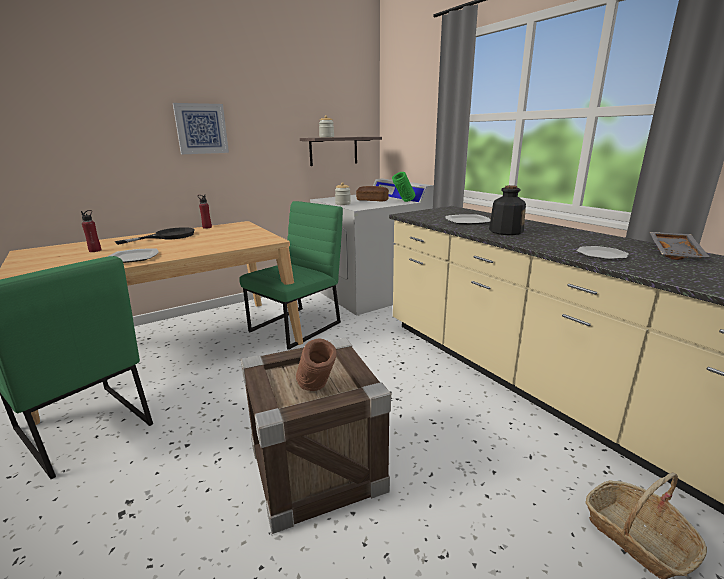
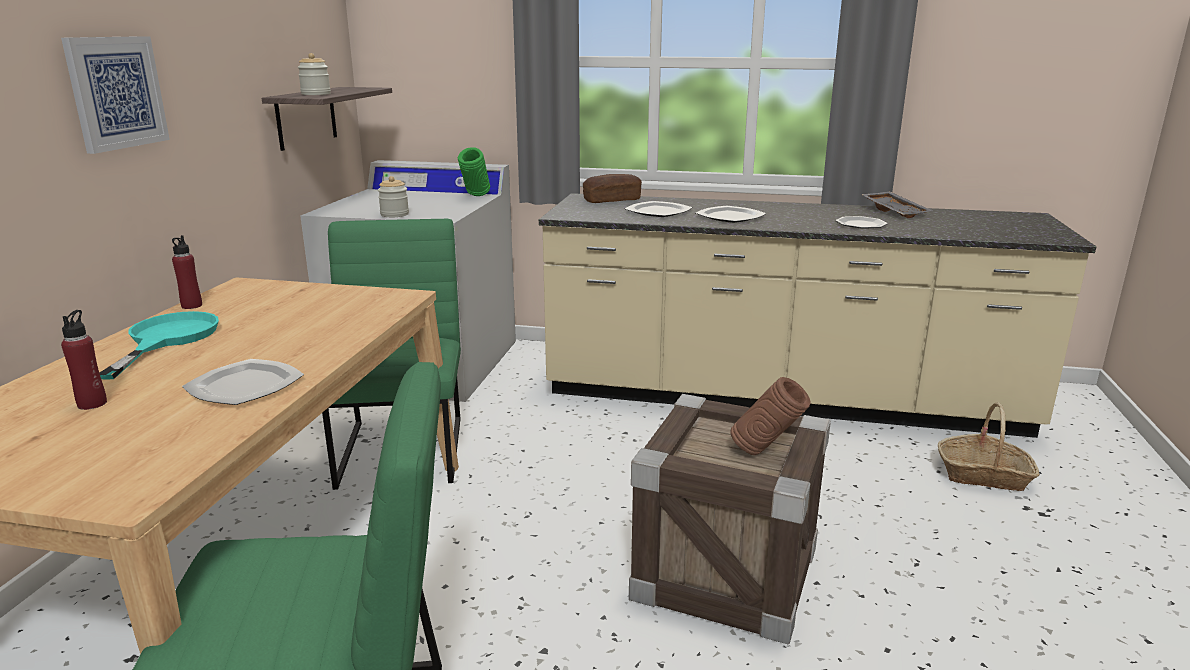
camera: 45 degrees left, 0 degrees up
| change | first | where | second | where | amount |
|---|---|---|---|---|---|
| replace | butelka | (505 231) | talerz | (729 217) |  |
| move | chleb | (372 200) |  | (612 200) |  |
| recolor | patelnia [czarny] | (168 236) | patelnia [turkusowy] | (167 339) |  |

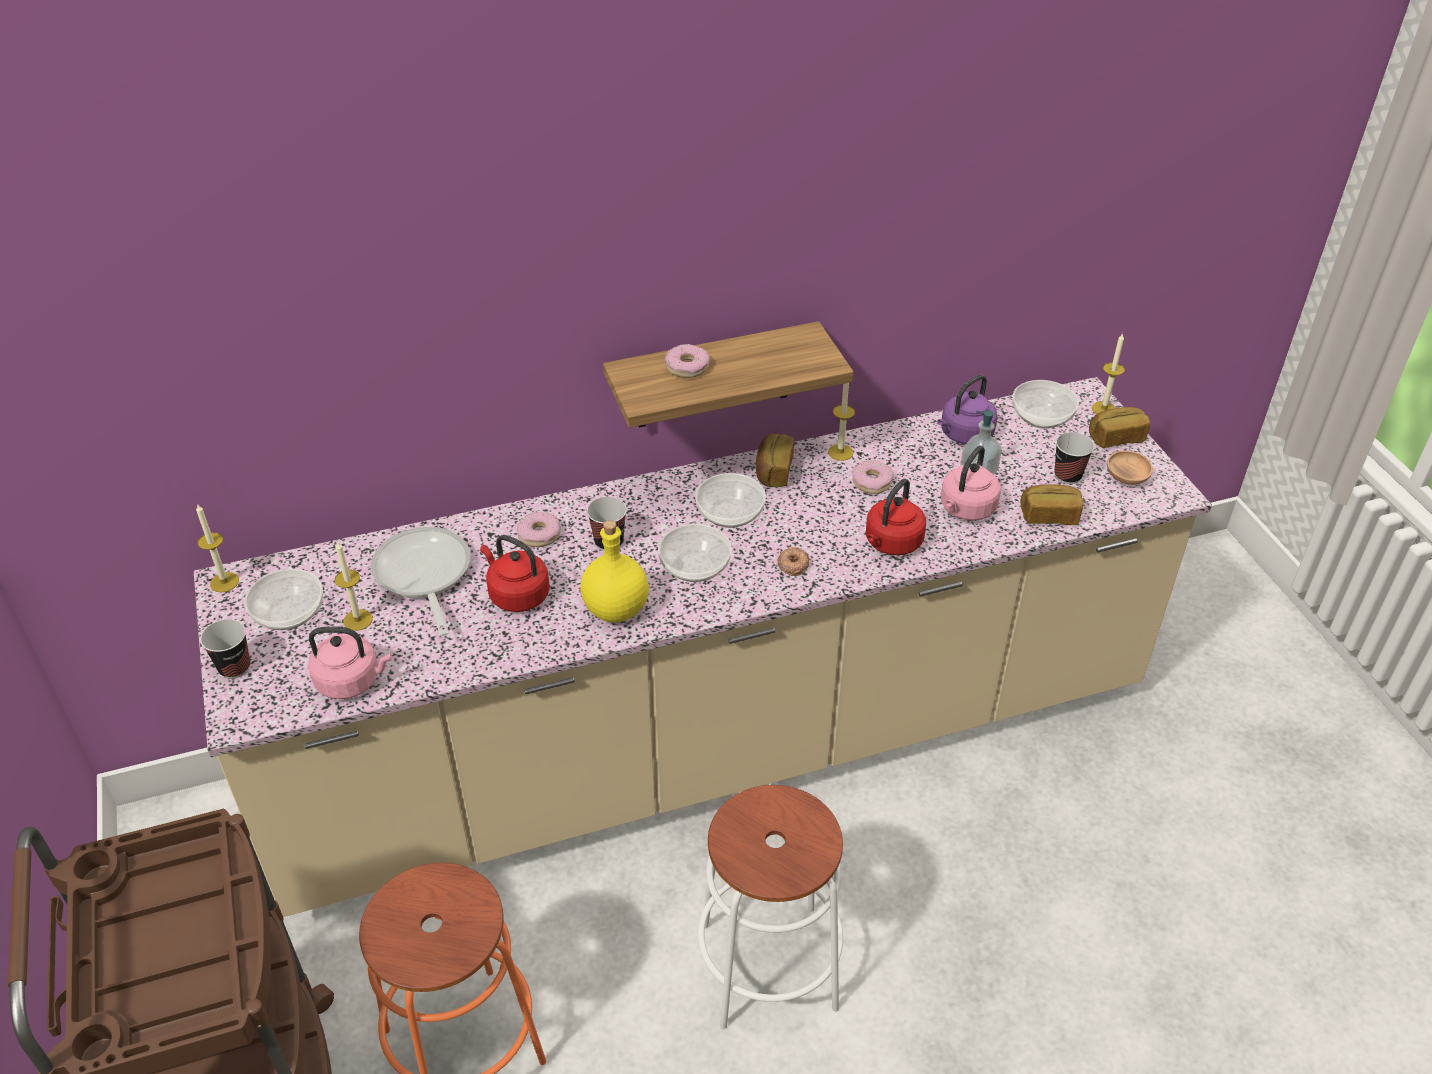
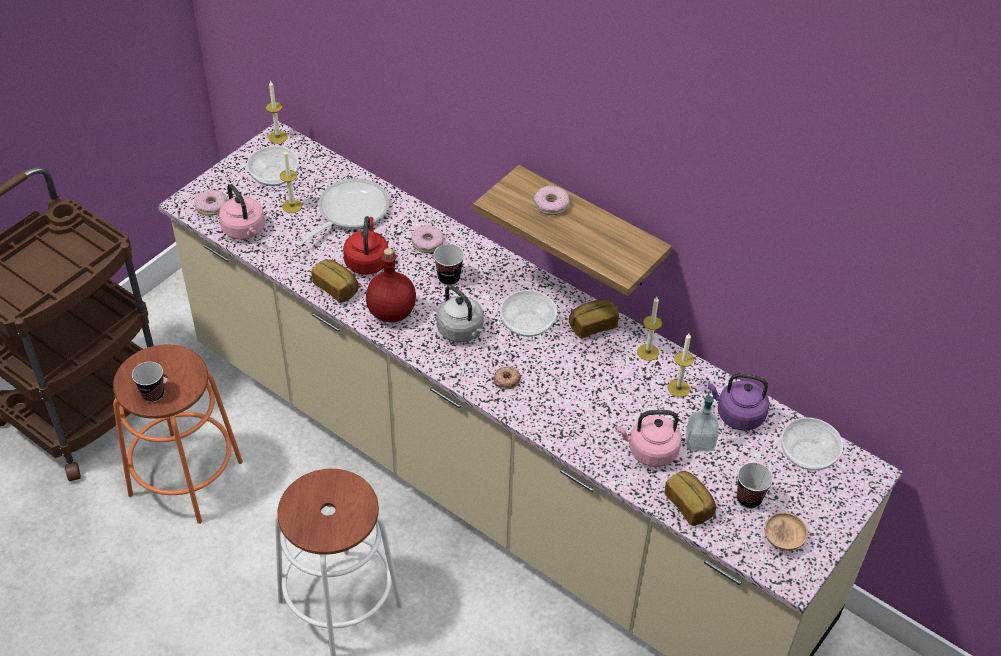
camera: 55 degrees right, 5 degrees up
| change | first | where | second | where | amount |
|---|---|---|---|---|---|
| move | świeca | (1104 409) |  | (678 388) |  |
| move | chleb | (1115 437) |  | (336 288) |  |
| move | donut | (872 482) |  | (211 206) |  |
| delete | czajnik [czerwony] | (891 543) |  |  |  |
| recolor | butelka [żółty] | (615 608) | butelka [czerwony] | (392 312) |  |
| replace | miska | (695 567) | czajnik [szary] | (462 331) |  |
| move | filiżanka | (234 667) |  | (153 394) |  |

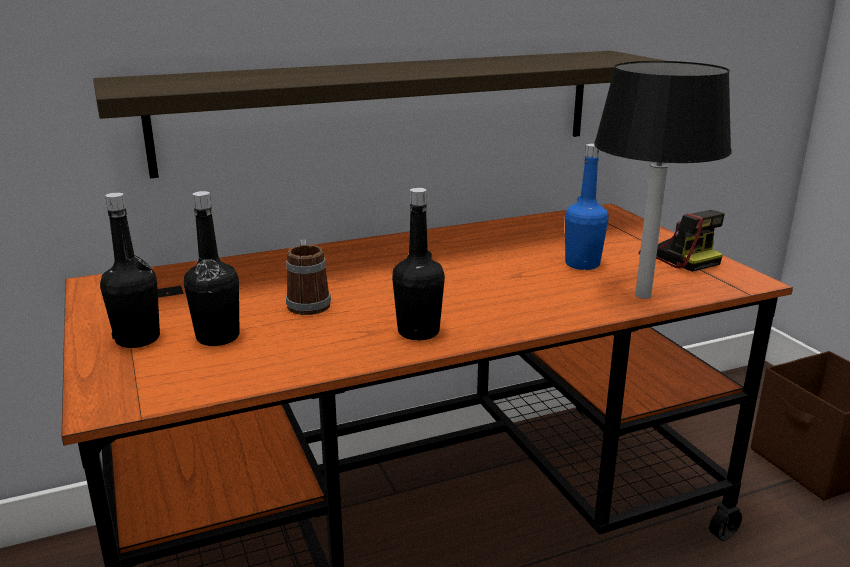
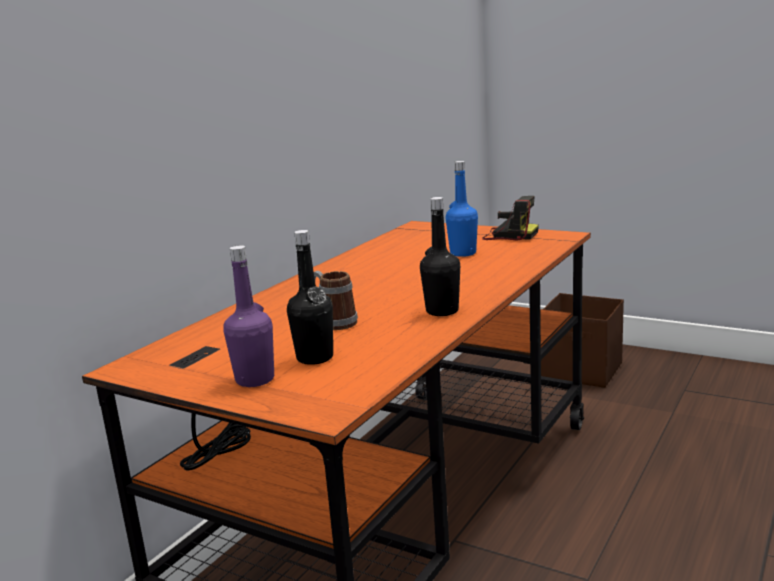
camera: 35 degrees left, 5 degrees down
| change | first | where | second | where | amount |
|---|---|---|---|---|---|
| delete | półka | (385 109) |  |  |  |
| delete | lampa stołowa [czarny] | (642 295) |  |  |  |
| recolor | butelka [czarny] | (138 339) | butelka [fioletowy] | (255 379) |  |

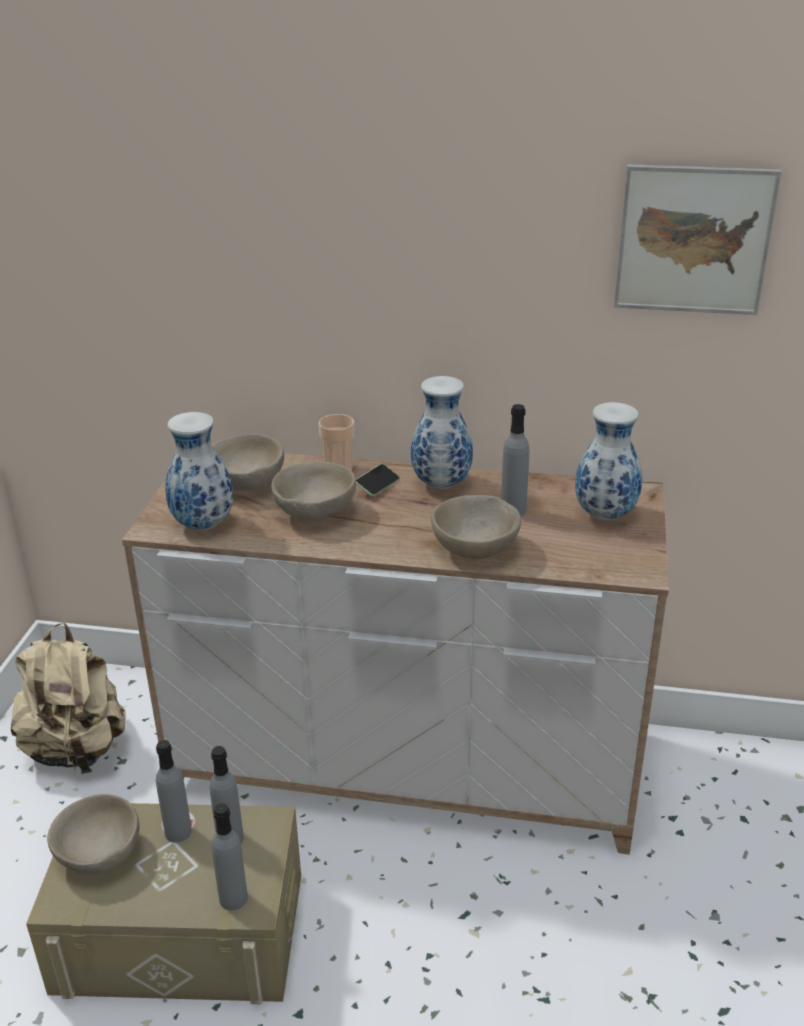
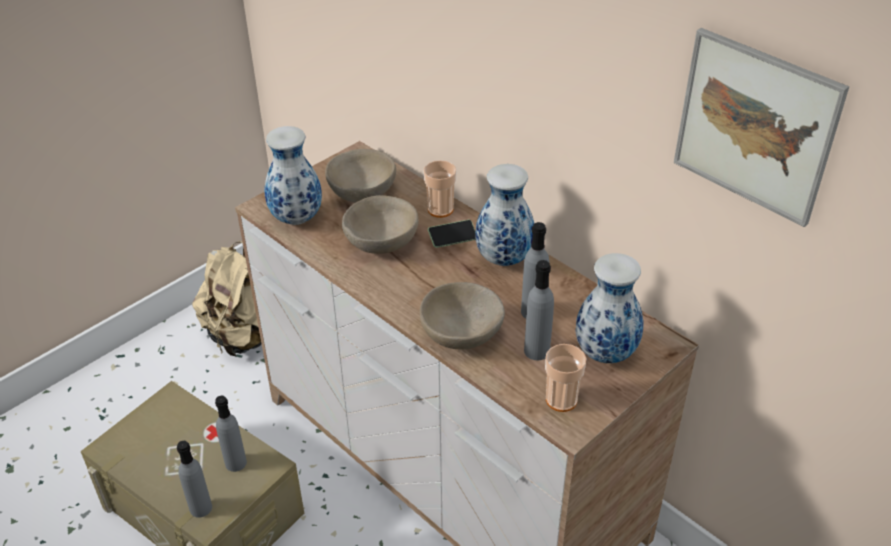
camera: 35 degrees right, 10 degrees up
| change | first | where | second | where | amount |
|---|---|---|---|---|---|
| move | butelka [szary] | (178 832) |  | (536 351) |  |
| delete | miska [beżowy] | (98 854) |  |  |  |
| insert |  |  | filiżanka | (561 399) |  |

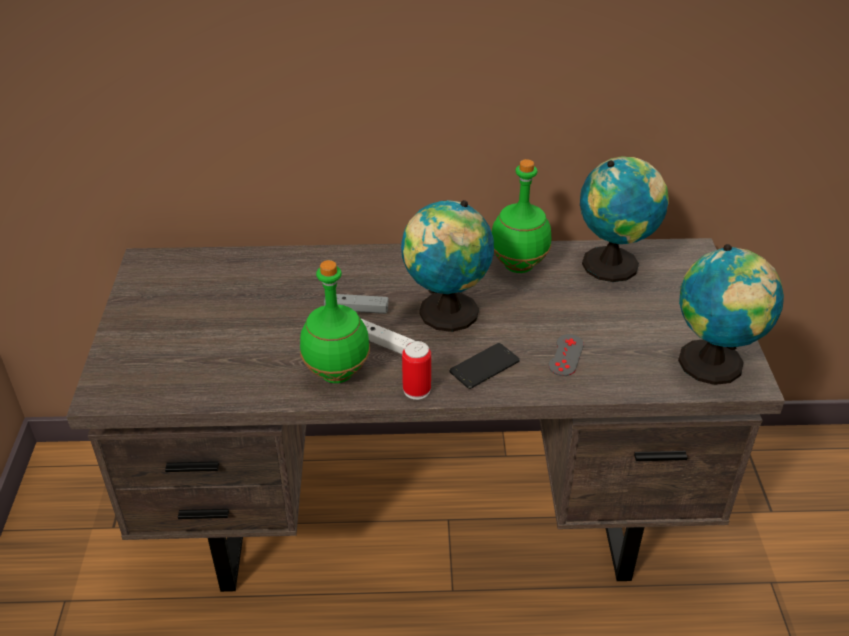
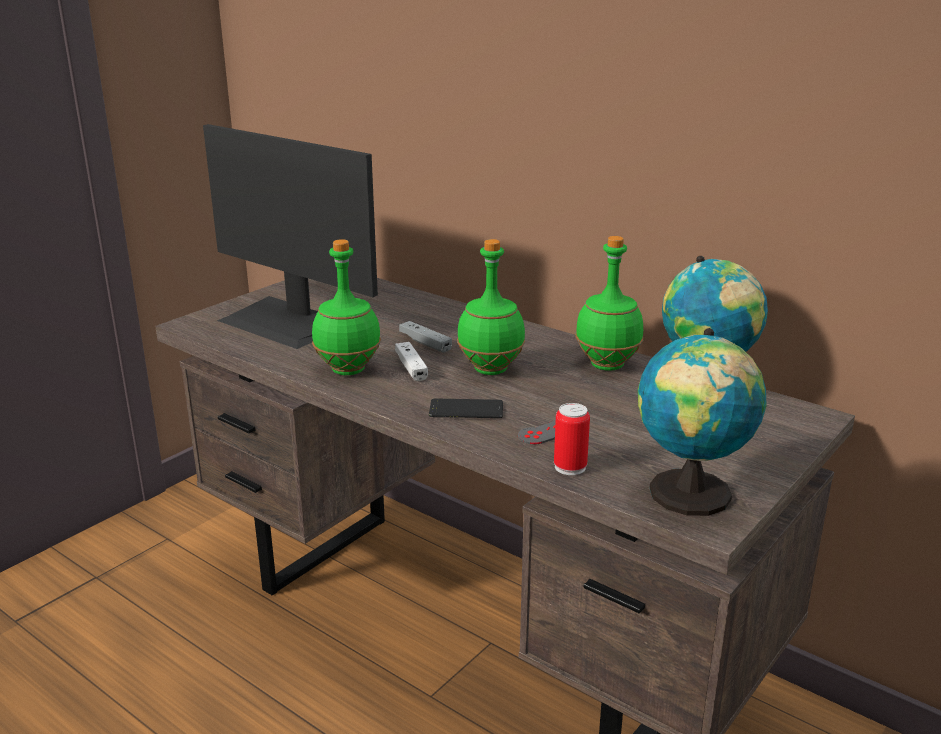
camera: 40 degrees right, 15 degrees down
| change | first | where | second | where | amount |
|---|---|---|---|---|---|
| replace | globus | (445 314) | butelka [zielony] | (490 370) |  |
| move | puszka | (416 390) |  | (570 467) |  |
| insert |  |  | monitor | (286 322) |  |

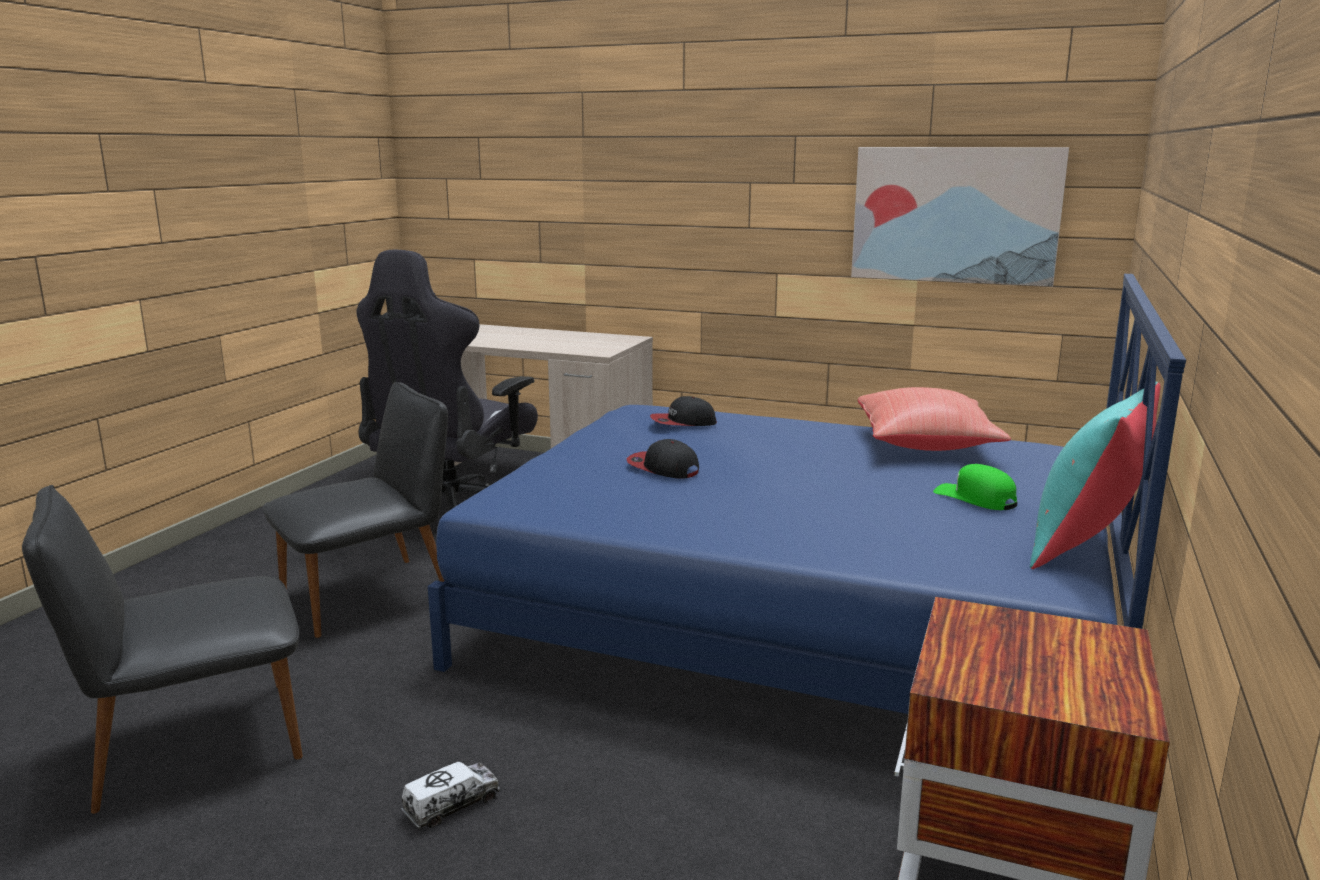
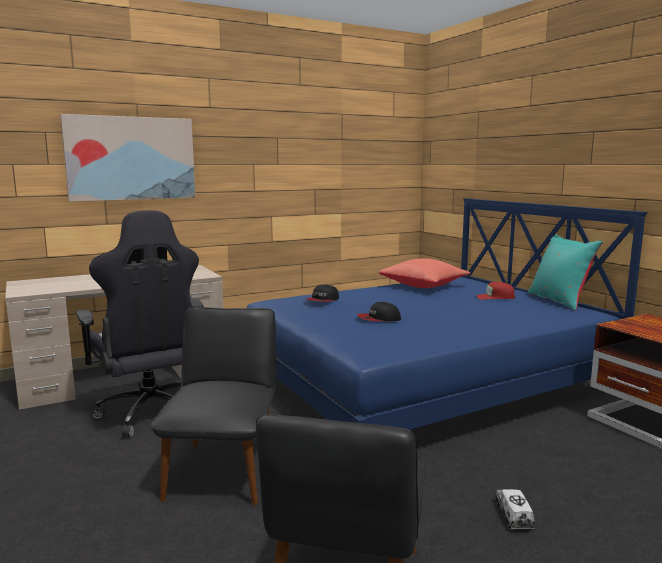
camera: 50 degrees left, 5 degrees down
| change | first | where | second | where | amount |
|---|---|---|---|---|---|
| move | obraz | (955 215) |  | (131 158) |  |
| recolor | czapka z daszkiem [zielony] | (975 498) | czapka z daszkiem [czerwony] | (495 297) |  |

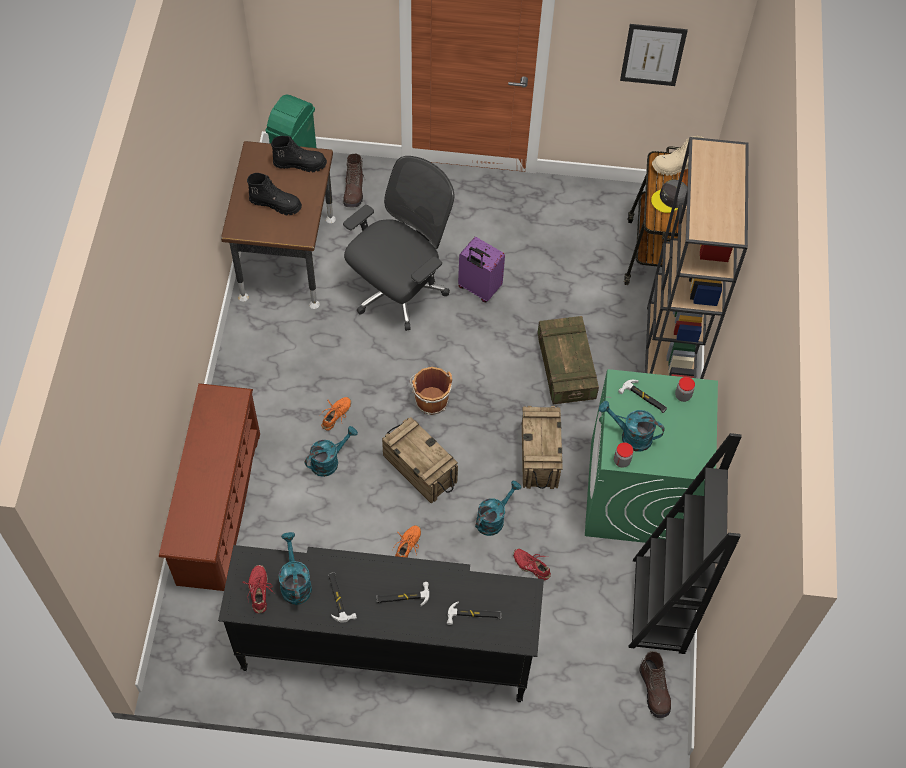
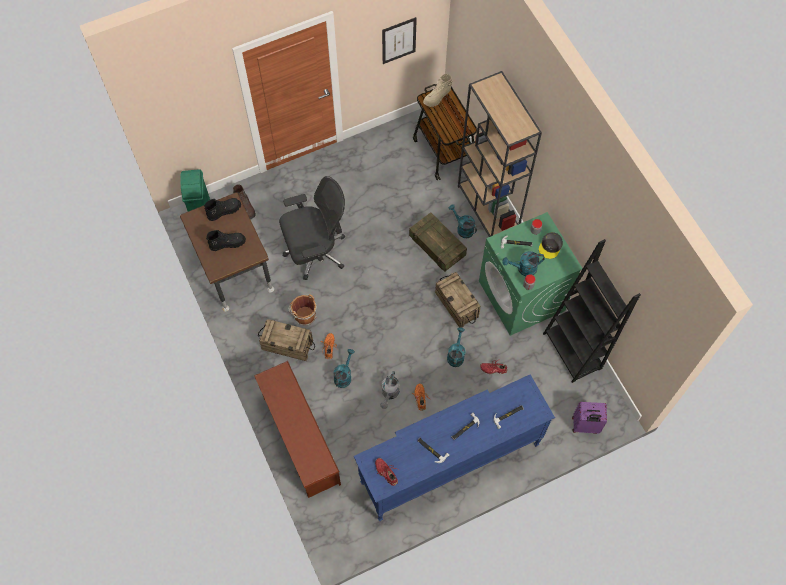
camera: 30 degrees left, 5 degrees up
| change | first | where | second | where | amount |
|---|---|---|---|---|---|
| rotate | krzesło biurowe | (401 292) |  | (315 254) | 60 degrees clockwise |
| move | czapka z daszkiem [szary] | (670 199) |  | (550 246) |  |
| move | walizka [fioletowy] | (478 288) |  | (585 426) |  |
| move | wiadro [brązowy] | (431 399) |  | (304 315) |  |
| move | skrzynka | (419 469) |  | (287 346) |  |
| move | konewka [turkusowy] | (295 582) |  | (462 228) |  |
| recolor | szafka [czarny] | (385 652) | szafka [niebieski] | (449 463) |  |
| delete | but z cholewką [brązowy] | (654 690) |  |  |  |
| insert |  |  | konewka [szary] | (389 394) |  |

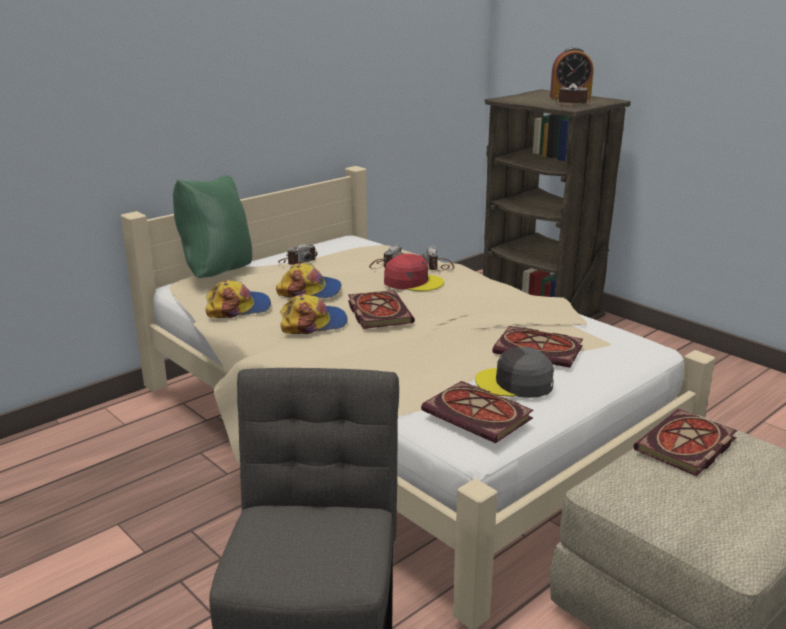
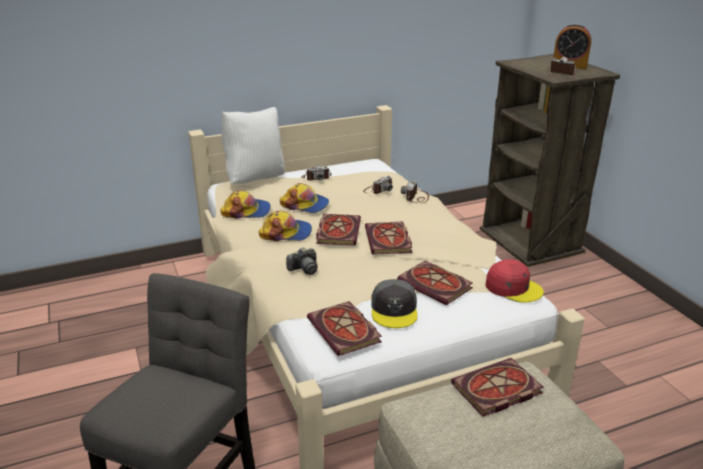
camera: 20 degrees right, 5 degrees up
| change | first | where | second | where | amount |
|---|---|---|---|---|---|
| recolor | poduszka [zielony] | (216 272) | poduszka [biały] | (255 179) |  |
| move | czapka z daszkiem [czerwony] | (412 282) |  | (513 287) |  |
| rotate | czapka z daszkiem [szary] | (515 383) |  | (394 310) | 120 degrees counterclockwise |
| insert |  |  | książka | (389 241) |  |
| insert |  |  | aparat fotograficzny | (304 269) |  |

